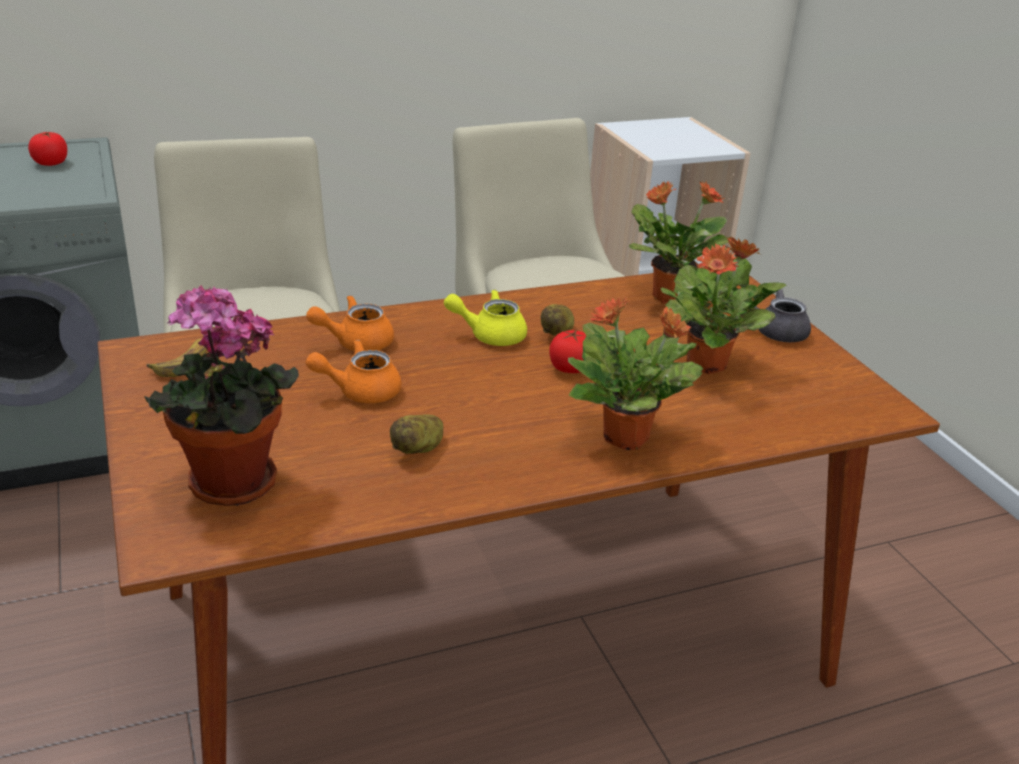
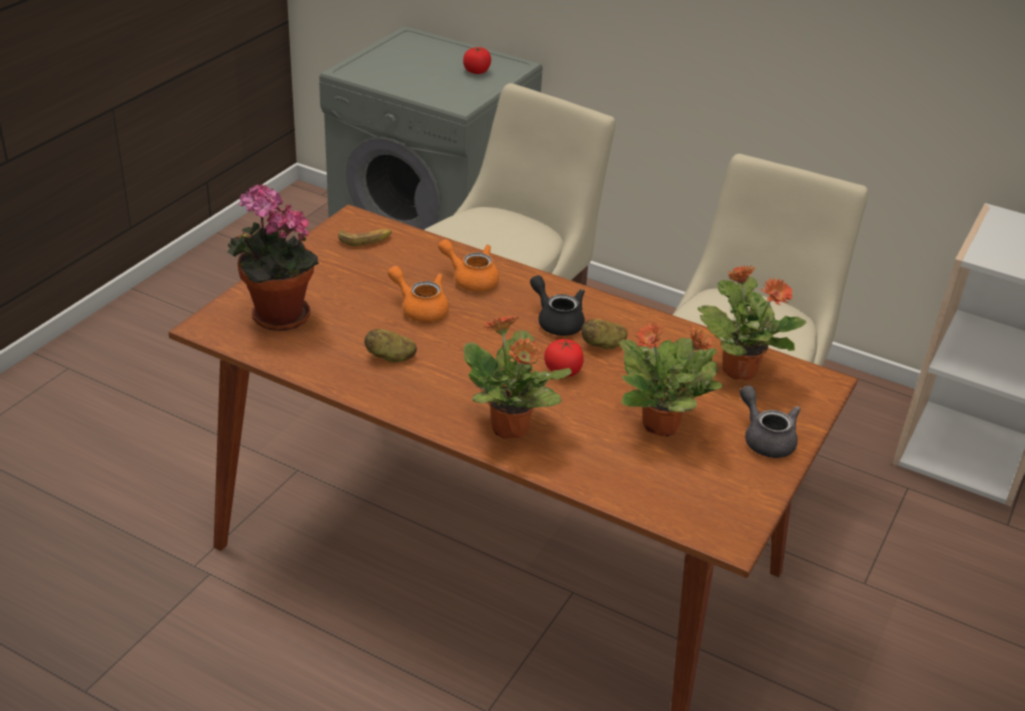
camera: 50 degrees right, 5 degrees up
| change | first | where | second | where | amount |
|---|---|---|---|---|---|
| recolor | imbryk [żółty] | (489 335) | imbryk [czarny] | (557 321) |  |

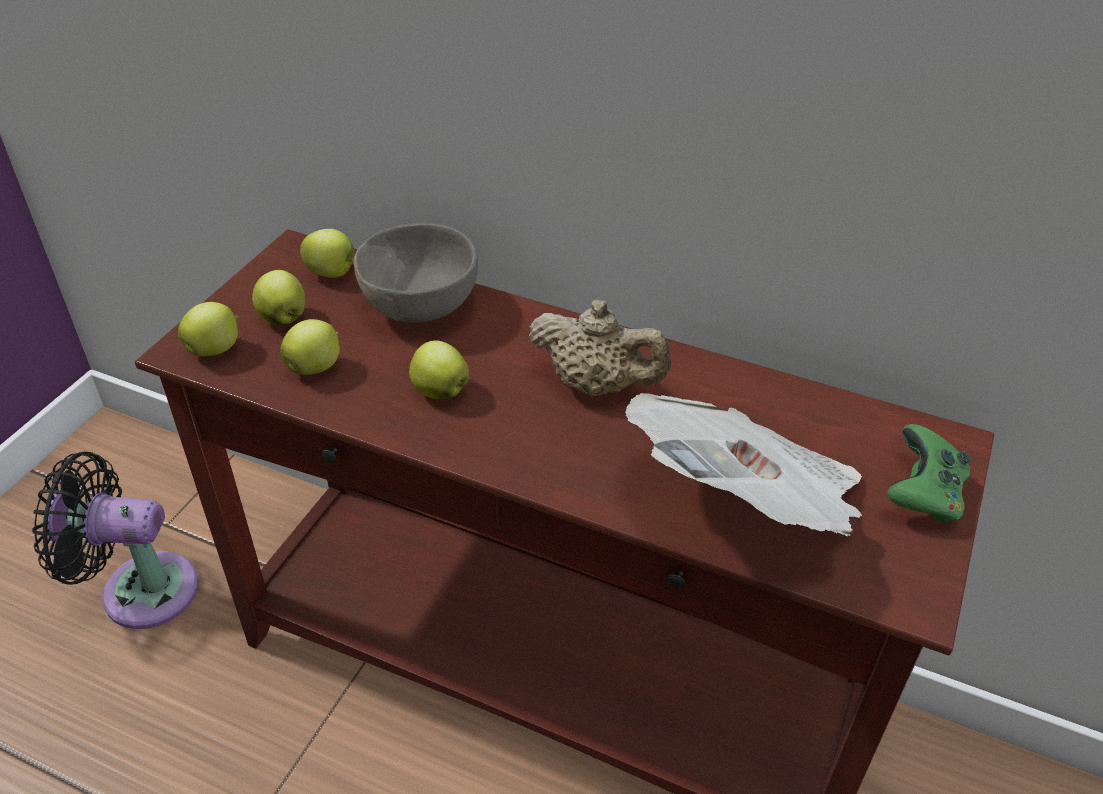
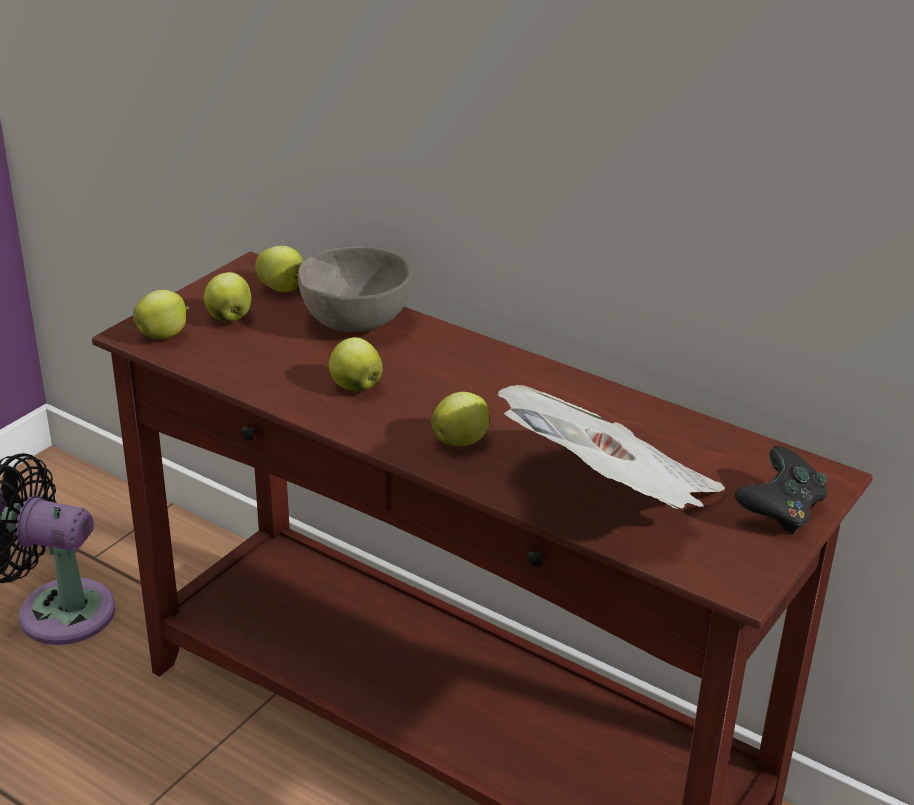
camera: 10 degrees right, 10 degrees down
| change | first | where | second | where | amount |
|---|---|---|---|---|---|
| delete | imbryk [beżowy] | (597 385) |  |  |  |
| move | jabłko | (315 367) |  | (461 441) |  |
| recolor | pad do gier [zielony] | (923 495) | pad do gier [czarny] | (780 511) |  |

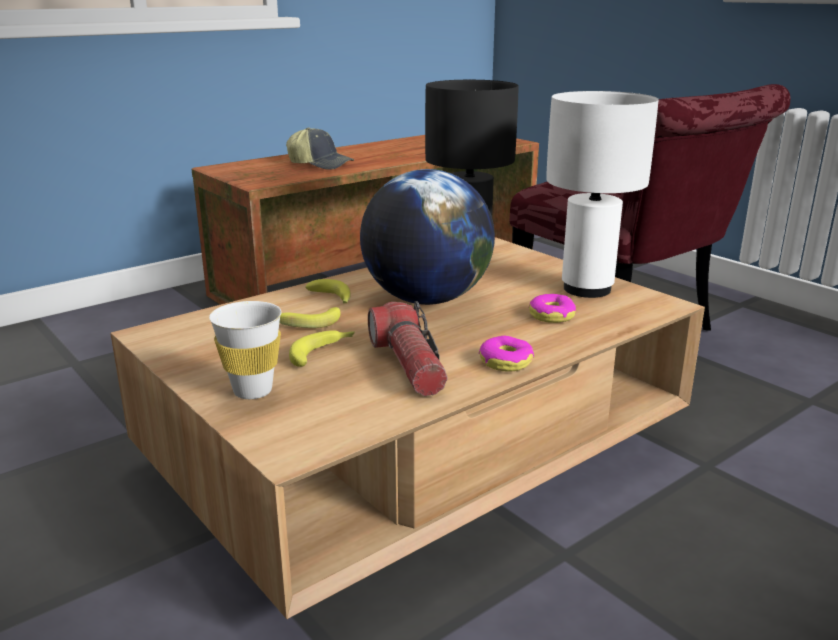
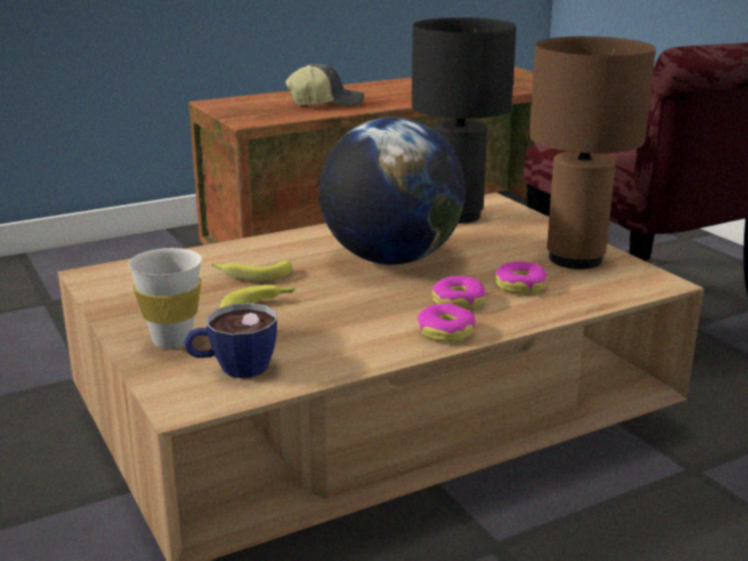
camera: 10 degrees right, 0 degrees up
| change | first | where | second | where | amount |
|---|---|---|---|---|---|
| recolor | lampa stołowa [biały] | (586 288) | lampa stołowa [brązowy] | (574 258) |  |
| rotate | czapka z daszkiem | (321 164) |  | (326 103) | 45 degrees counterclockwise |
| delete | banan | (332 299) |  |  |  |
| delete | latarka | (409 364) |  |  |  |
| insert |  |  | donut | (458 301) |  |
| insert |  |  | filiżanka | (233 368) |  |

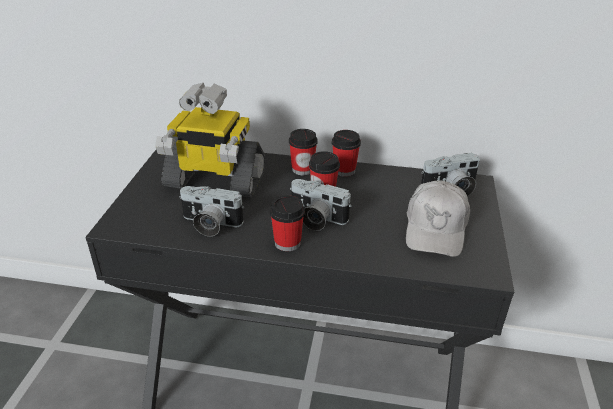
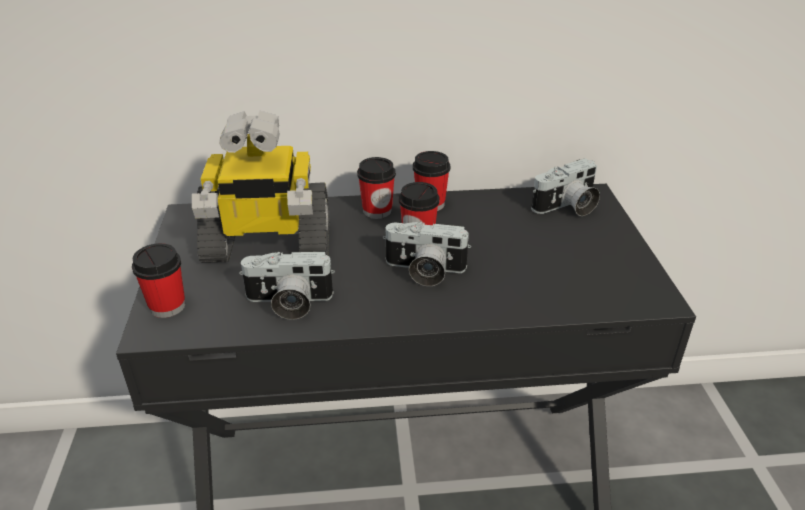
camera: 15 degrees left, 0 degrees up
| change | first | where | second | where | amount |
|---|---|---|---|---|---|
| delete | czapka z daszkiem [biały] | (436 228) |  |  |  |
| move | filiżanka | (287 243) |  | (167 306) |  |

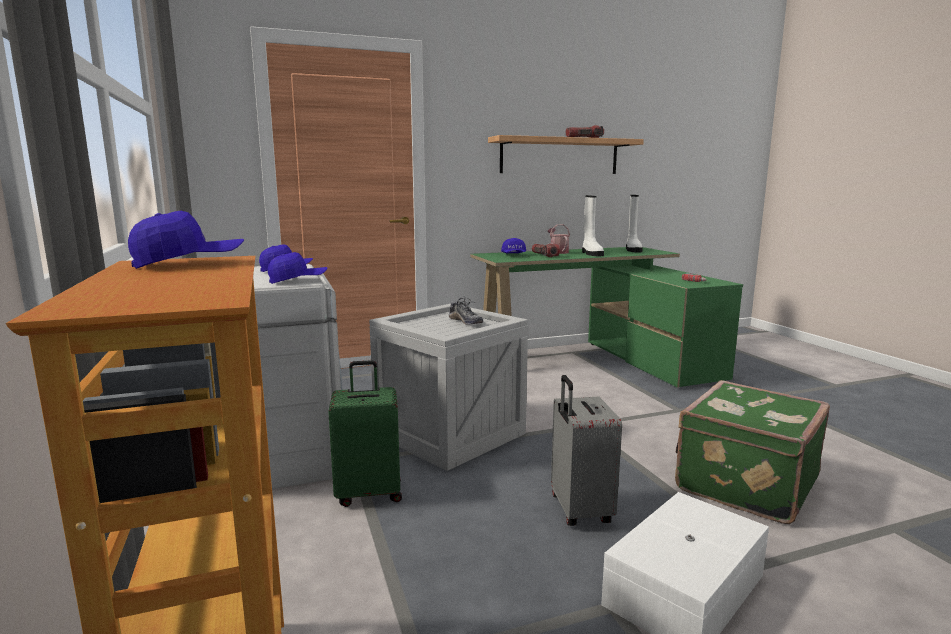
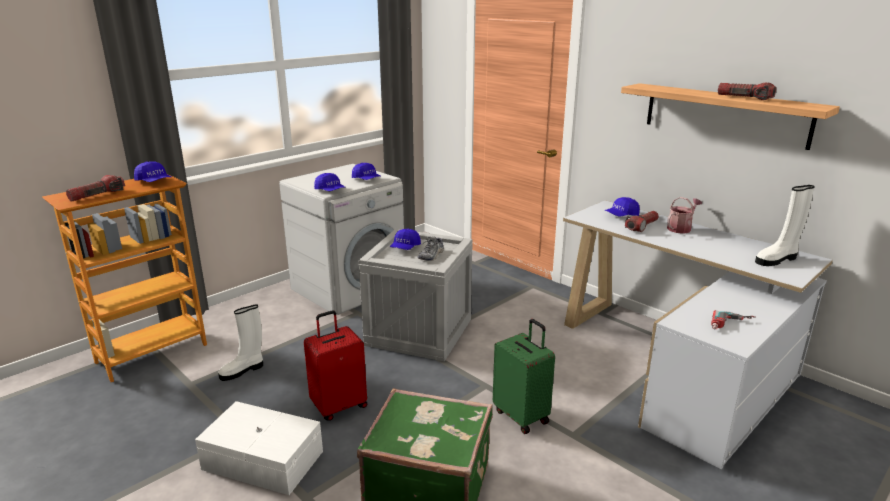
camera: 65 degrees right, 10 degrees up
| change | first | where | second | where | amount |
|---|---|---|---|---|---|
| move | but z cholewką [biały] | (591 254) |  | (243 370) |  |
| recolor | biurko [zielony] | (599 359) | biurko [biały] | (678 366) |  |
| move | walizka [zielony] | (369 493) |  | (522 416) |  |
| recolor | walizka [szary] | (578 510) | walizka [czerwony] | (339 406) |  |
| insert |  |  | latarka | (97 195) |  |
| insert |  |  | czapka z daszkiem [niebieski] | (405 248) |  |

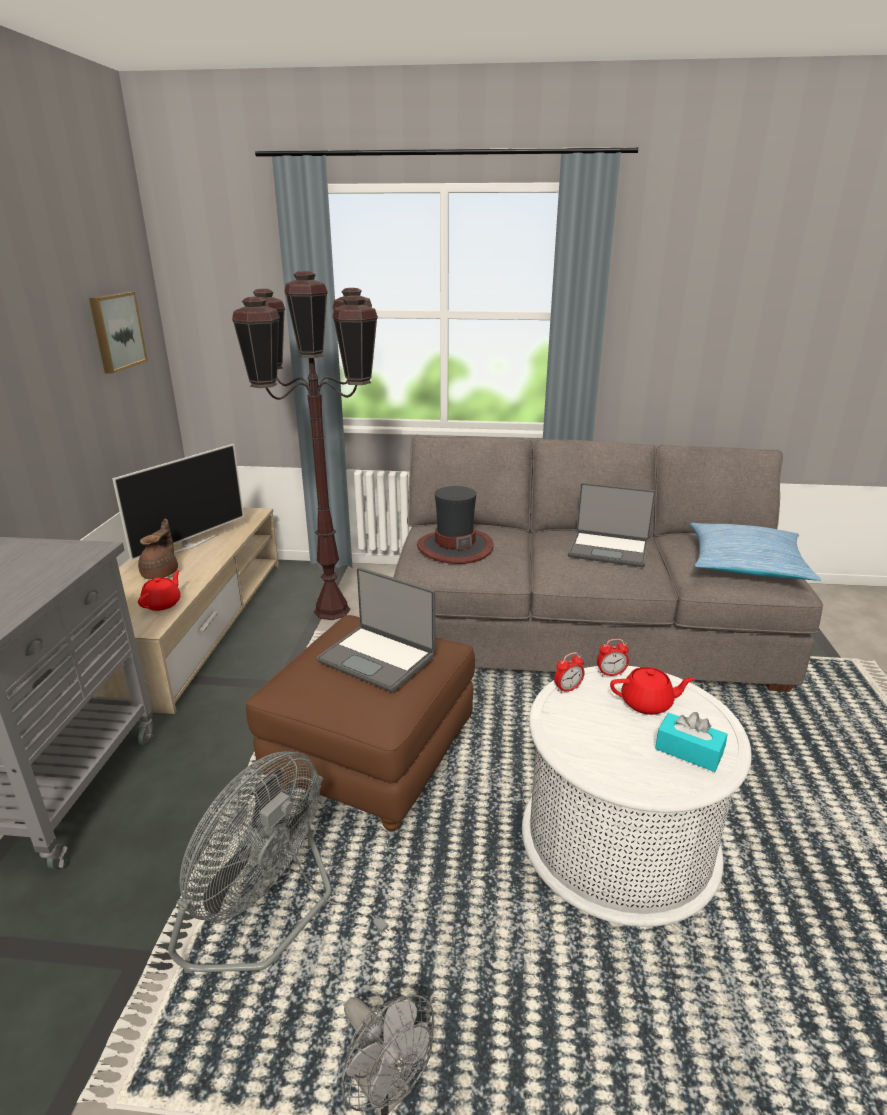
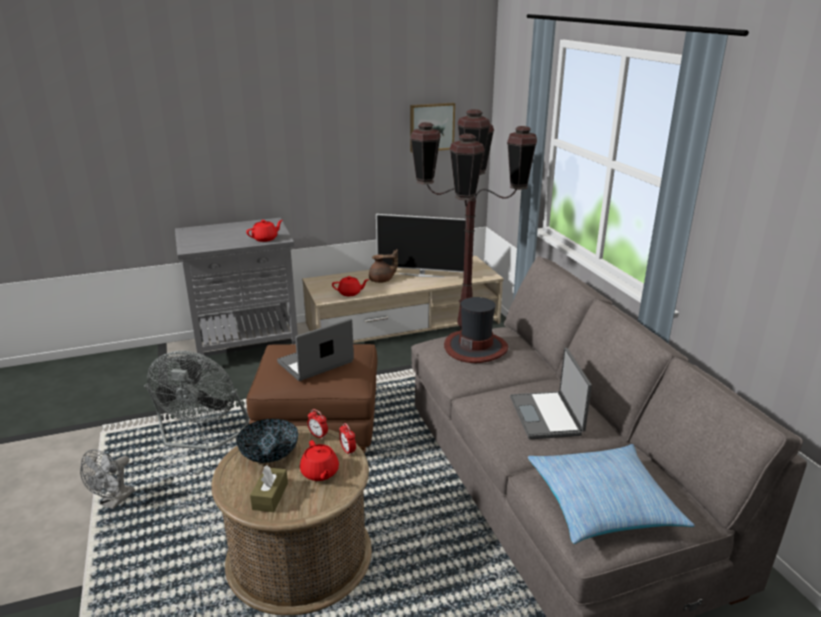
camera: 65 degrees right, 0 degrees up
| change | first | where | second | where | amount |
|---|---|---|---|---|---|
| rotate | laptop | (378 658) |  | (316 363) | 45 degrees clockwise |
| recolor | ława [biały] | (619 839) | ława [brązowy] | (299 555) |  |
| recolor | pudełko chusteczek [turkusowy] | (688 751) | pudełko chusteczek [brązowy] | (270 496) |  |
| insert |  |  | imbryk [czerwony] | (265 239) |  |
| insert |  |  | miska | (269 453) |  |

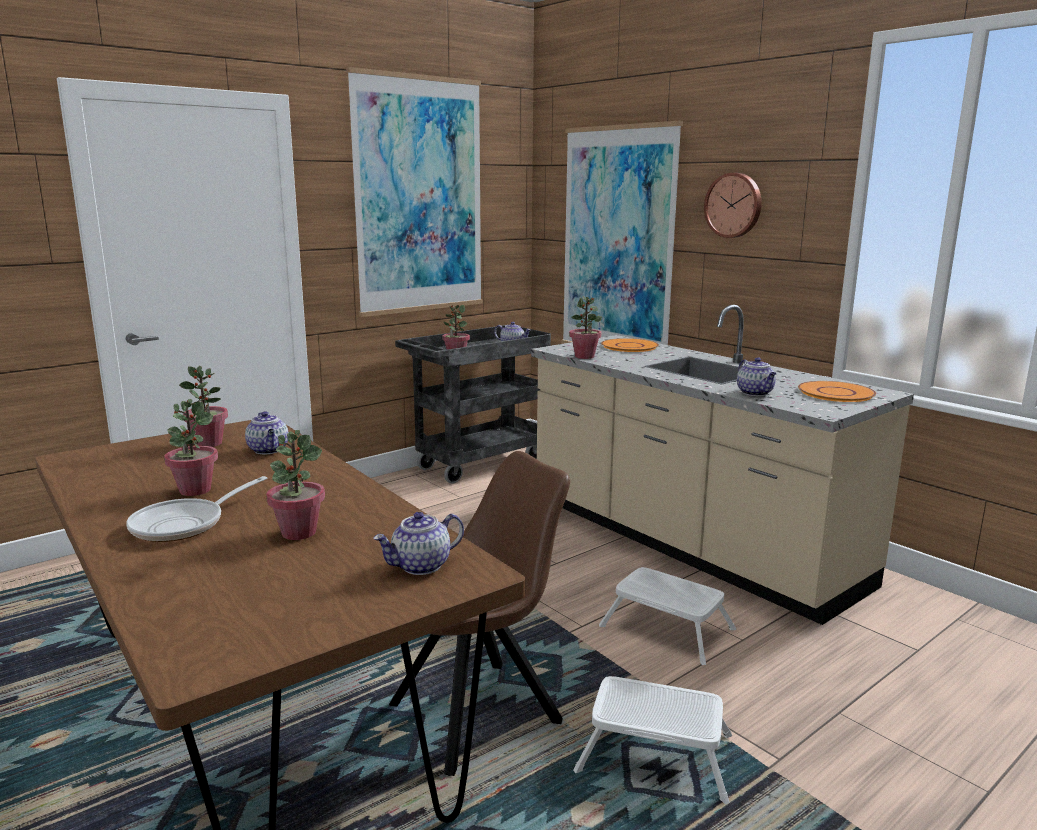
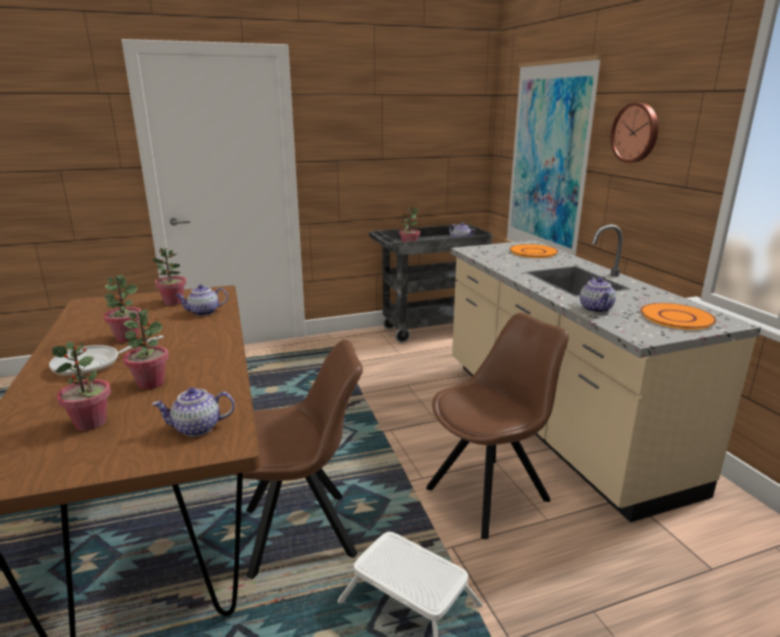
camera: 20 degrees right, 5 degrees up
| change | first | where | second | where | amount |
|---|---|---|---|---|---|
| delete | obraz | (419 196) |  |  |  |
| move | roślina doniczkowa | (584 356) |  | (91 423) |  |
| rotate | imbryk | (269 450) |  | (203 312) | 75 degrees clockwise |
| replace | drabinka [biały] | (666 628) | krzesło [brązowy] | (489 494) |  |

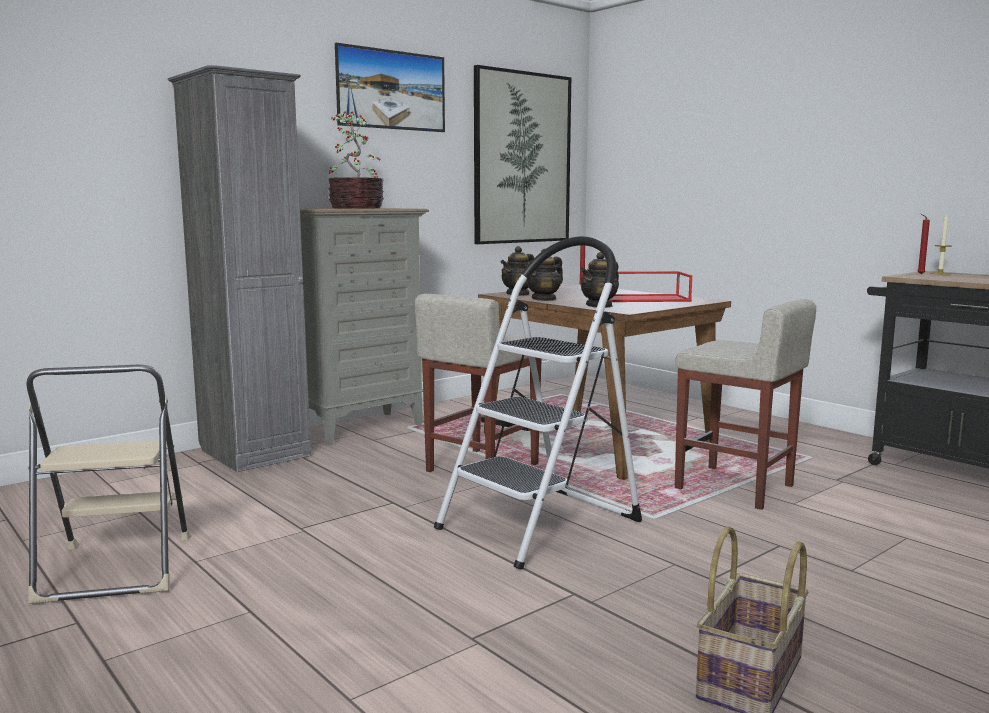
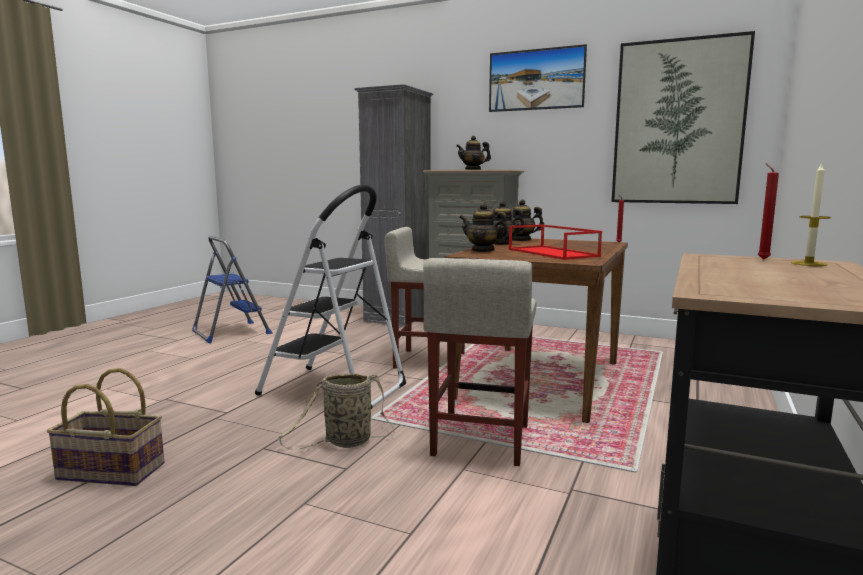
camera: 65 degrees right, 0 degrees up
| change | first | where | second | where | amount |
|---|---|---|---|---|---|
| replace | roślina doniczkowa | (355 208) | imbryk | (473 169) |  |
| recolor | drabinka [beżowy] | (113 570) | drabinka [niebieski] | (228 332) |  |
| insert |  |  | koszyk | (345 442) |  |

